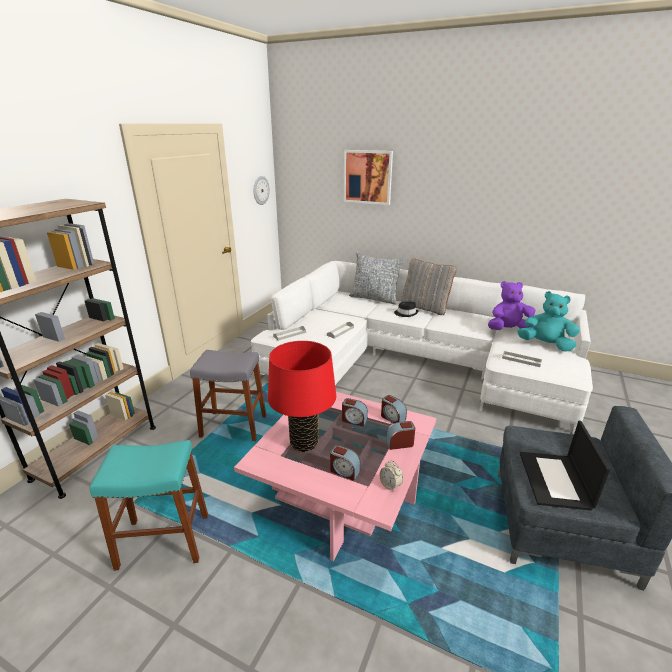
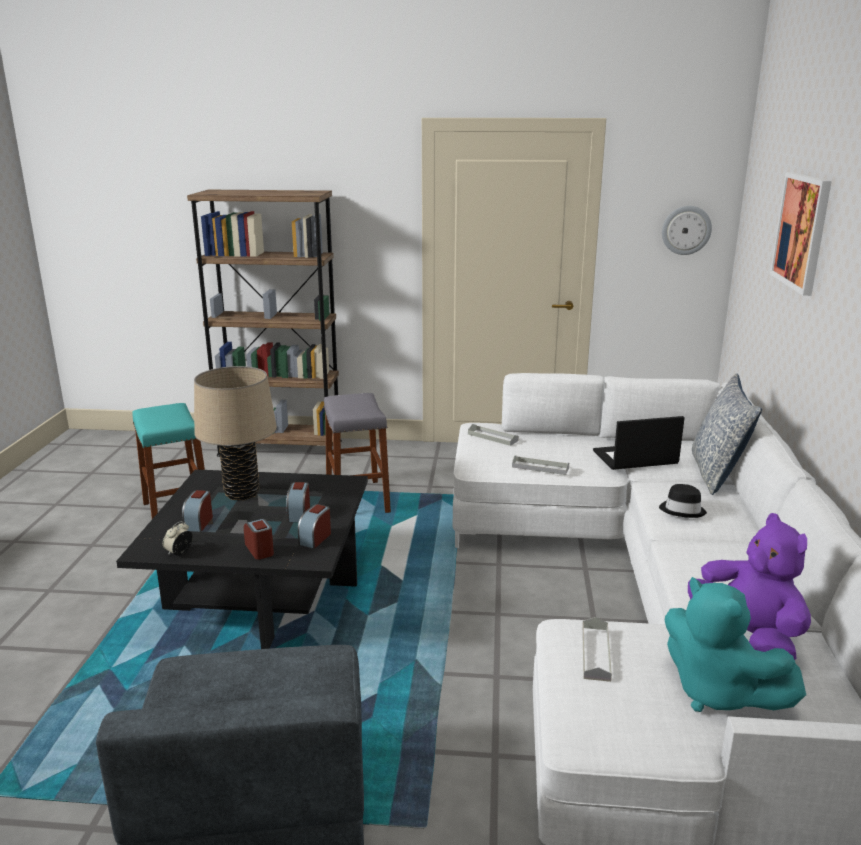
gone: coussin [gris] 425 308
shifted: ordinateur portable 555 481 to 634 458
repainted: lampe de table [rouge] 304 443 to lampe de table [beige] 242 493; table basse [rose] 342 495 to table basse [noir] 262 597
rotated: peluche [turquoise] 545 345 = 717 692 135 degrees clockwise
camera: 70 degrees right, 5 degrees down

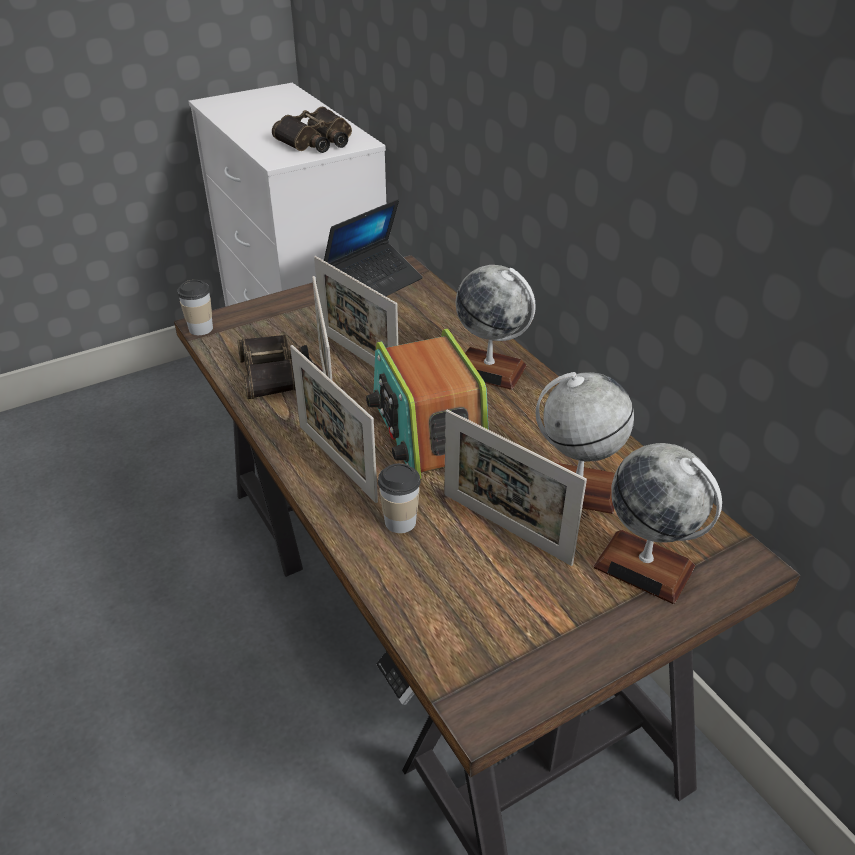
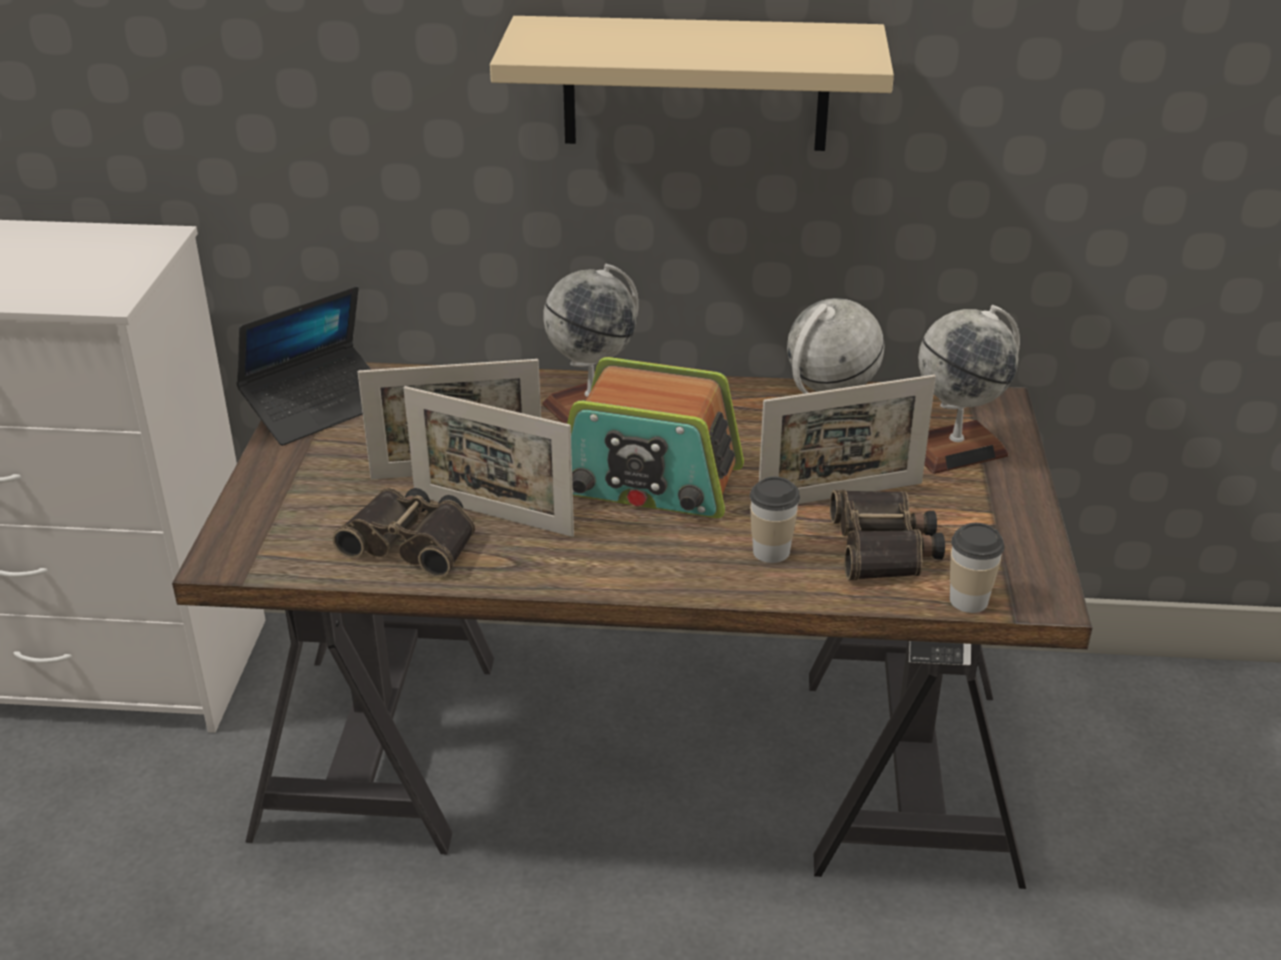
gone: cadre photo 337 462
new: étagère [beige] 695 84
shifted: jumelles 317 141 to 884 547; tasse 201 329 to 968 600
rotated: ordinateur portable 373 283 = 319 407 60 degrees clockwise
camera: 55 degrees left, 5 degrees down

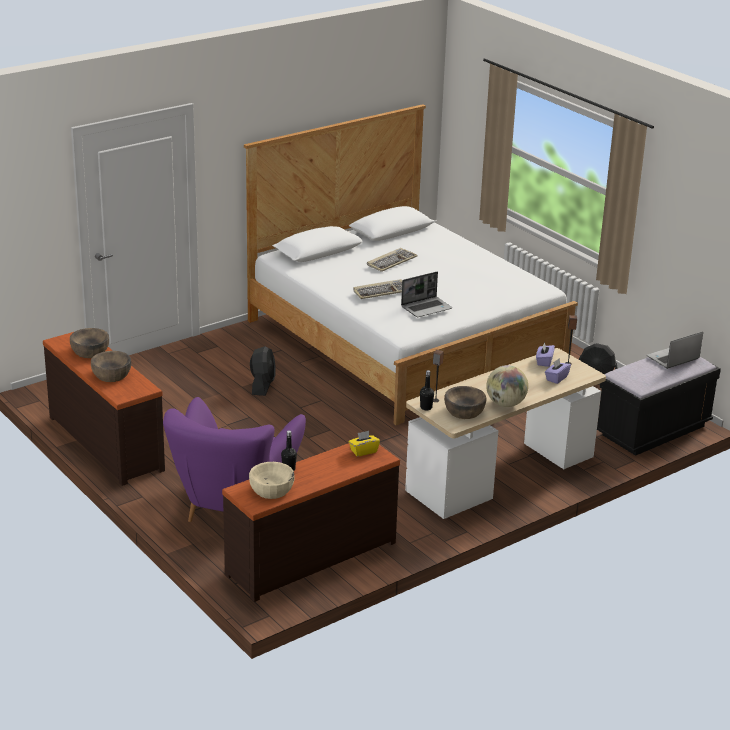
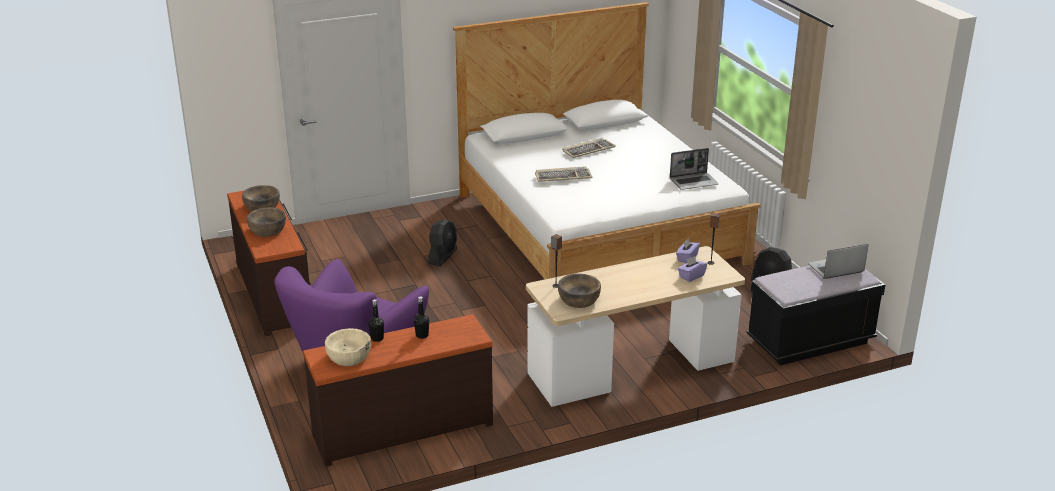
gone: globe 505 404; boîte à mouchoirs [jaune] 363 451
shifted: ordinateur portable 426 308 to 694 182; bouteille [noir] 426 407 to 422 335
camera: 15 degrees right, 0 degrees up

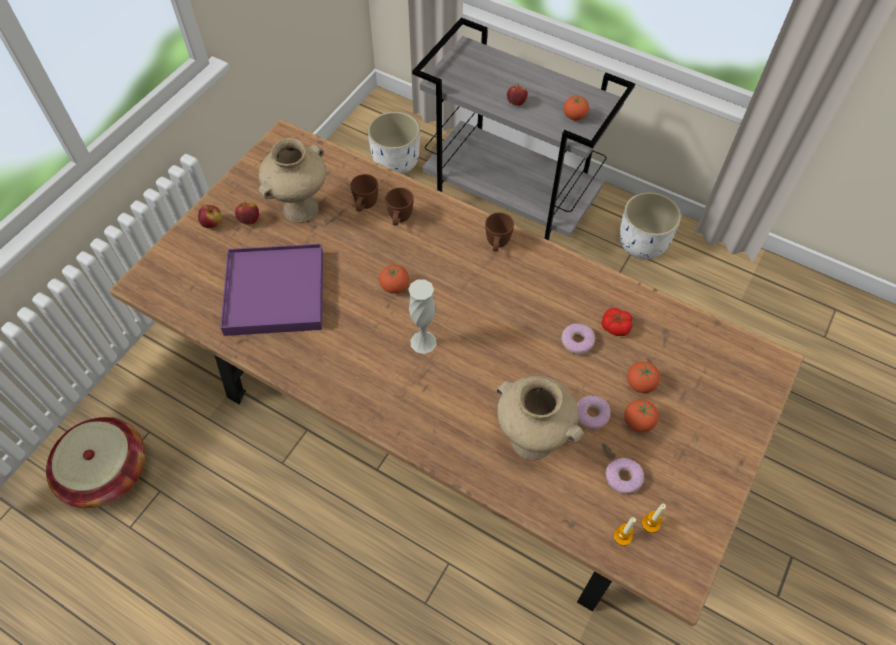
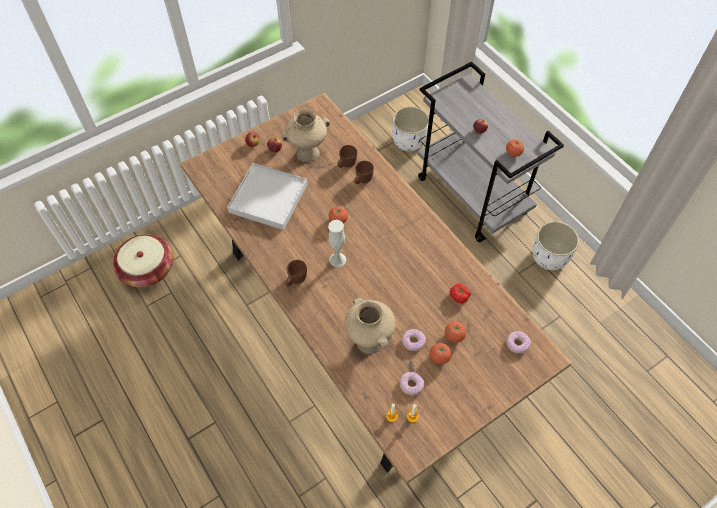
shifted: mug [marron] 497 245 to 295 281; beignet 577 341 to 517 344
repainted: plateau [violet] 274 292 to plateau [blanc] 268 198
camera: 25 degrees right, 0 degrees up

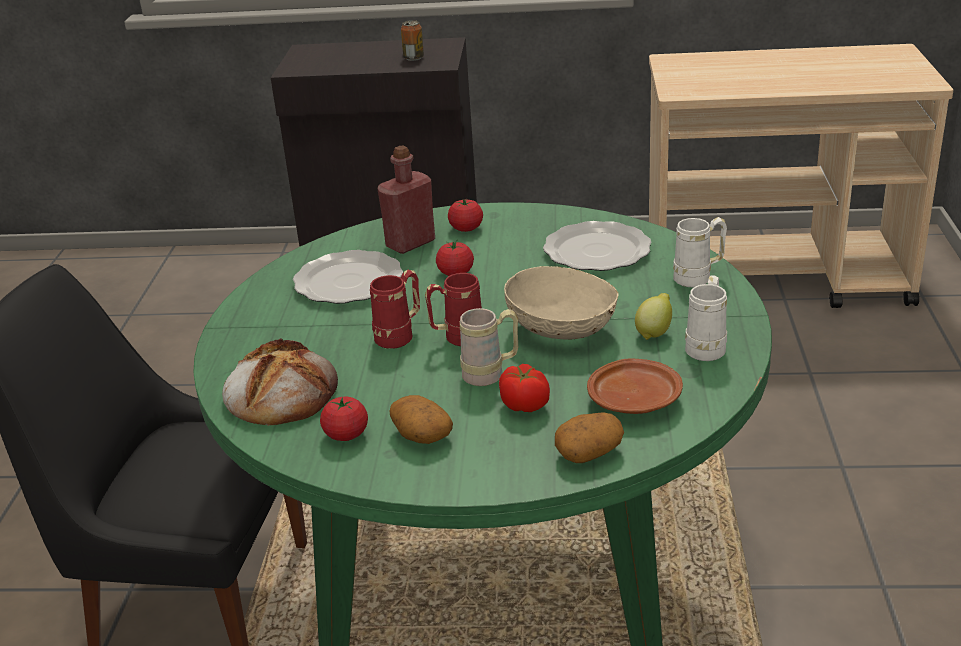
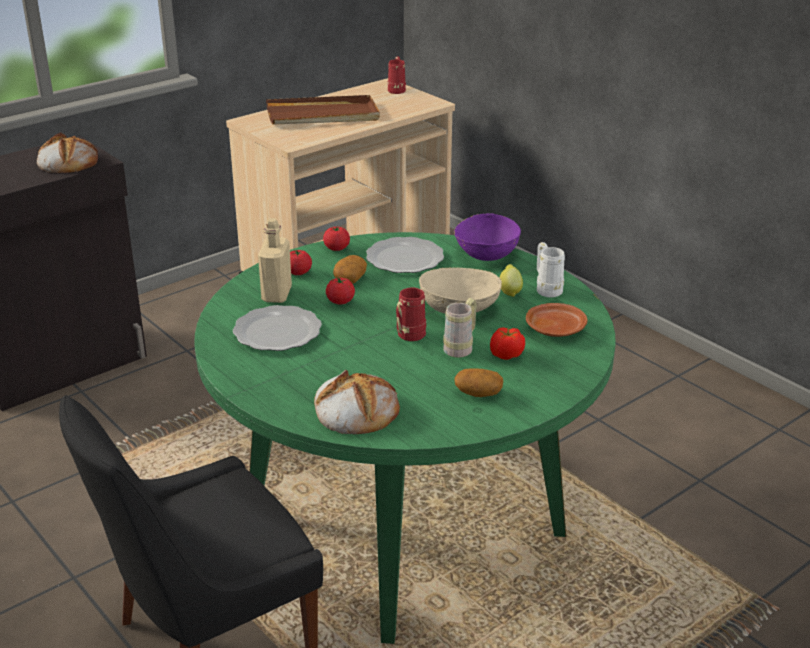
new: plateau [marron] 323 115
shifted: mug [rouge] 400 336 to 397 89; tomate 346 434 to 336 248; pomme de terre 589 452 to 350 279
swapped: boîte métallique 413 58 to pain 67 161; mug [blanc] 699 278 to bol [violet] 486 254
repainted: bouteille [rouge] 410 243 to bouteille [beige] 276 294
camera: 45 degrees left, 0 degrees up

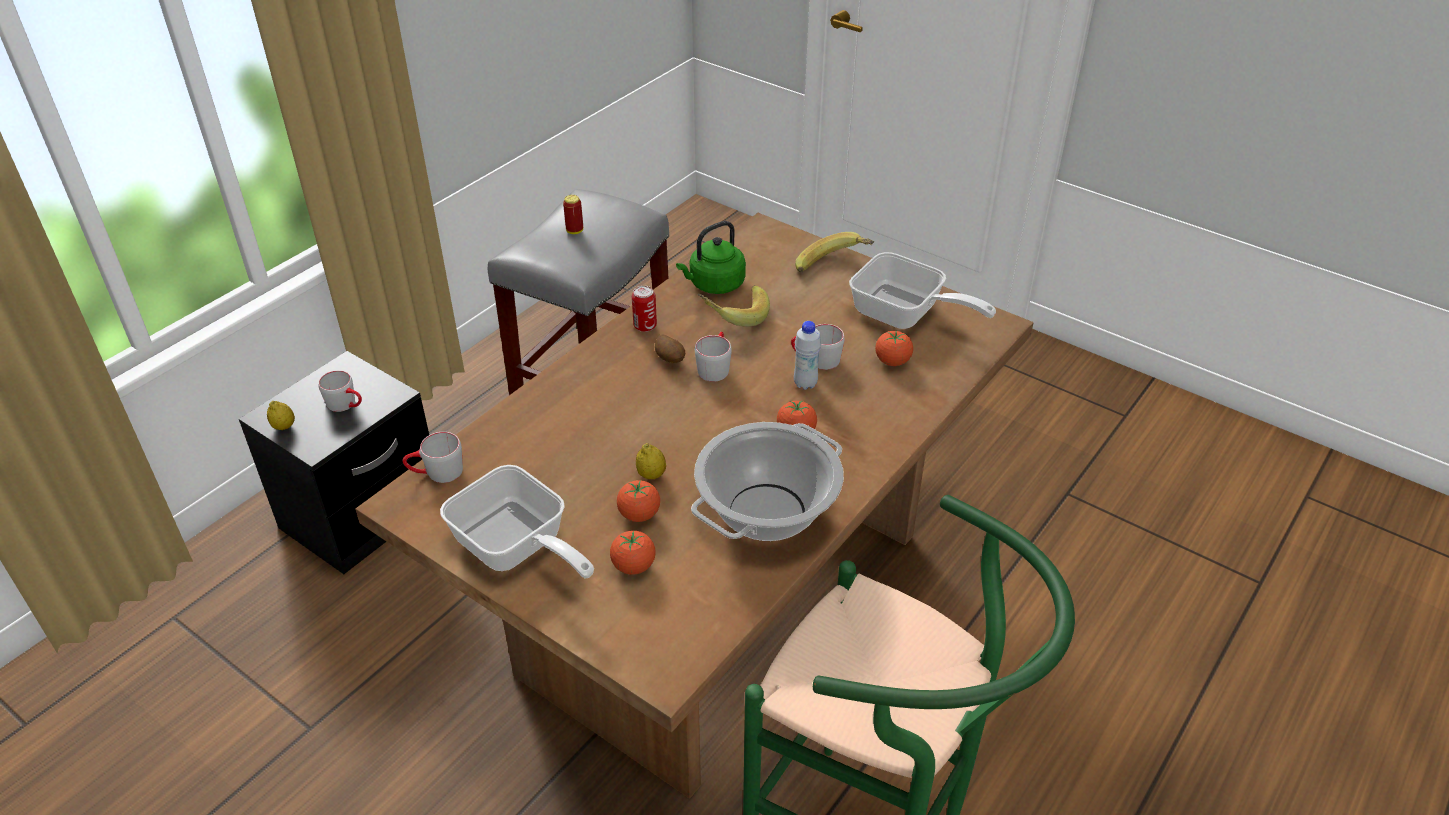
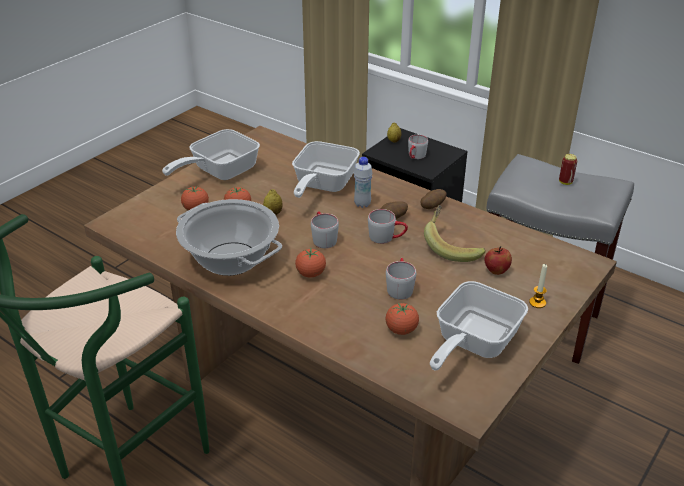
gone: bouilloire [vert] 714 285
new: poêle 322 185; pomme 496 271
shifted: bouteille [blanc] 805 384 to 362 204; mug [gris] 436 473 to 322 238
swapped: banane 834 268 to bougie 537 303; boîte métallique 645 326 to pomme de terre 432 206
camera: 90 degrees right, 5 degrees down

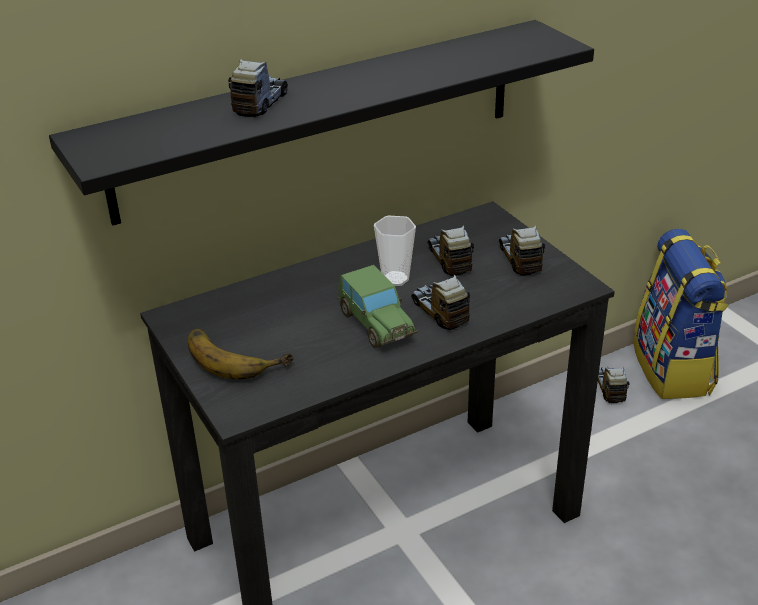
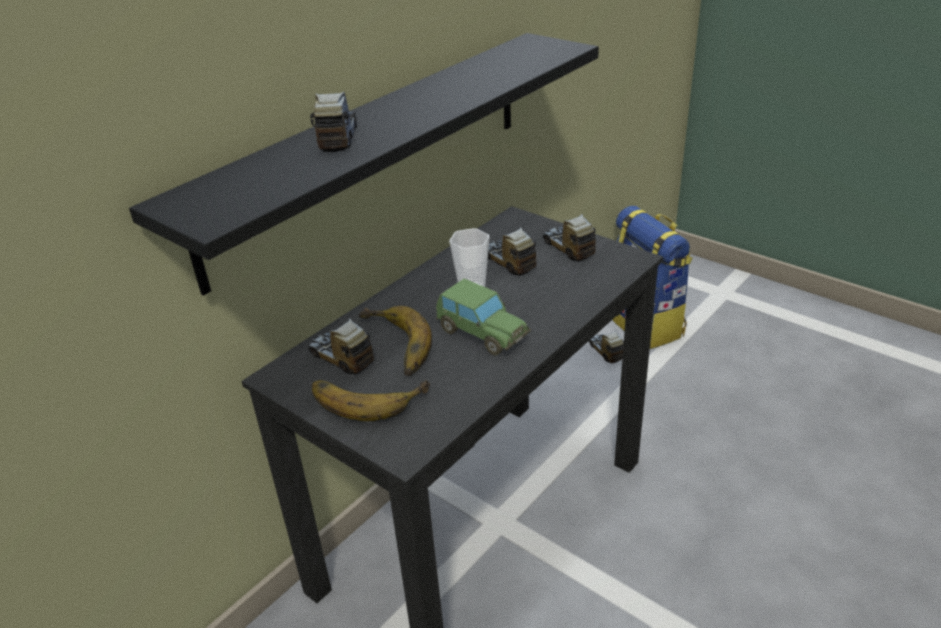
new: banane 392 346
shifted: camion jouet 439 312 to 341 359
camera: 20 degrees left, 0 degrees up

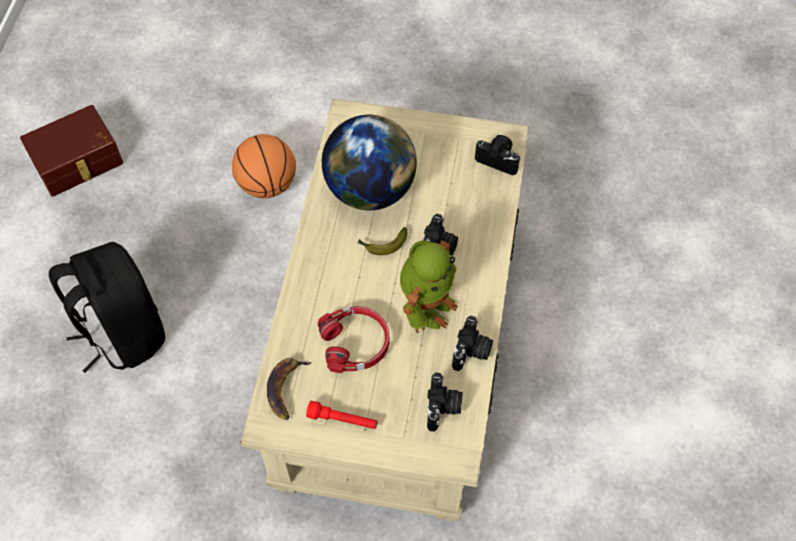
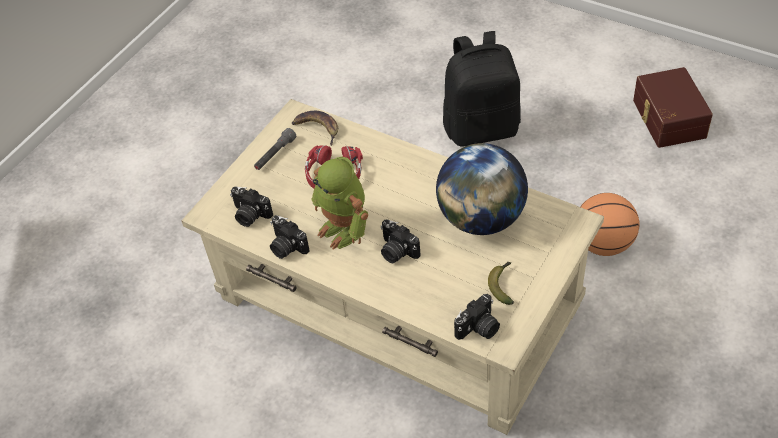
shifted: banane 383 245 to 502 285
repainted: lampe de poche [rouge] 342 420 to lampe de poche [gris] 275 154
camera: 115 degrees right, 10 degrees down

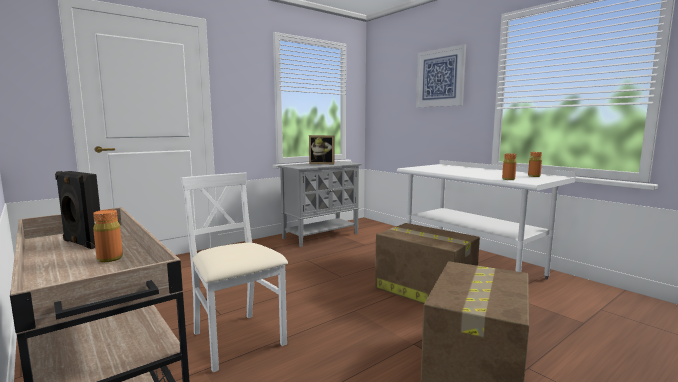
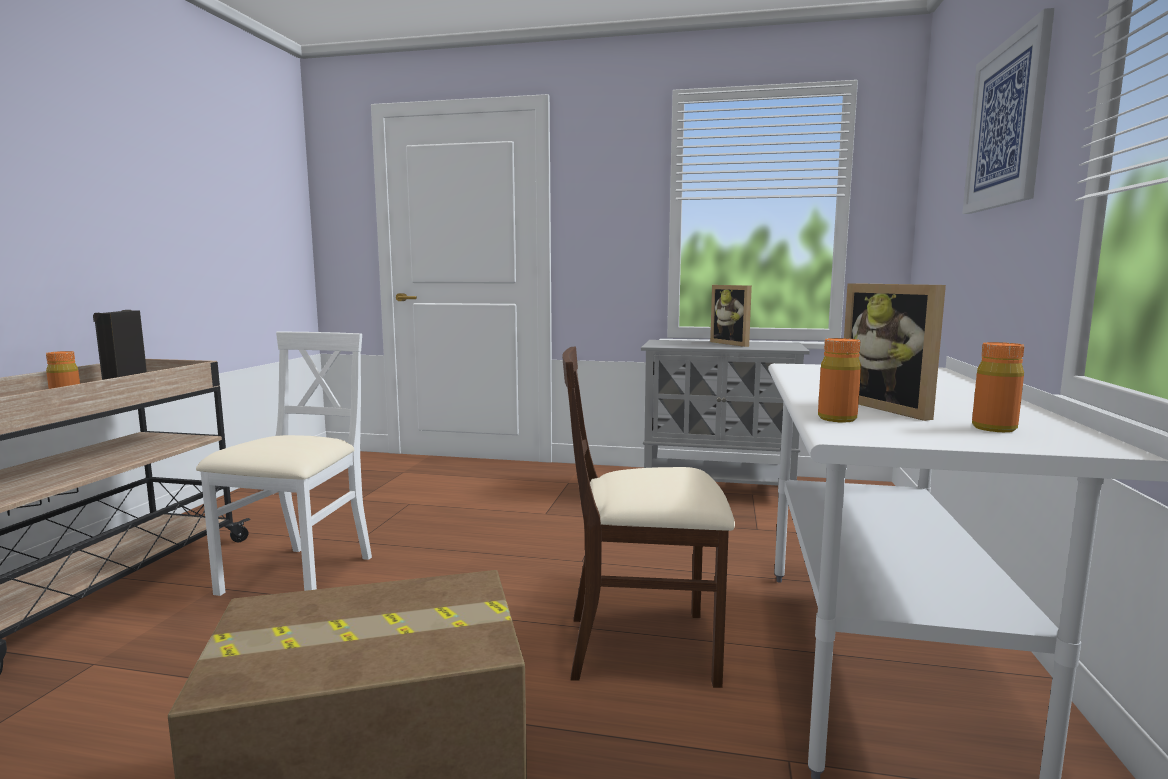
new: cadre photo 893 408
swapped: carton 423 290 to chaise [beige] 644 646
camera: 50 degrees right, 0 degrees up

